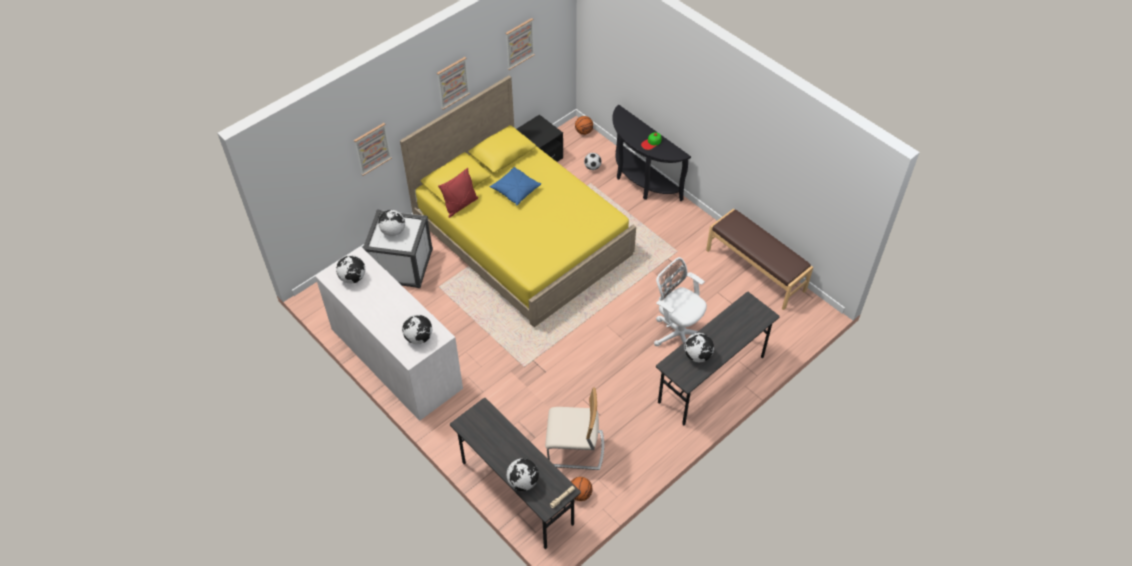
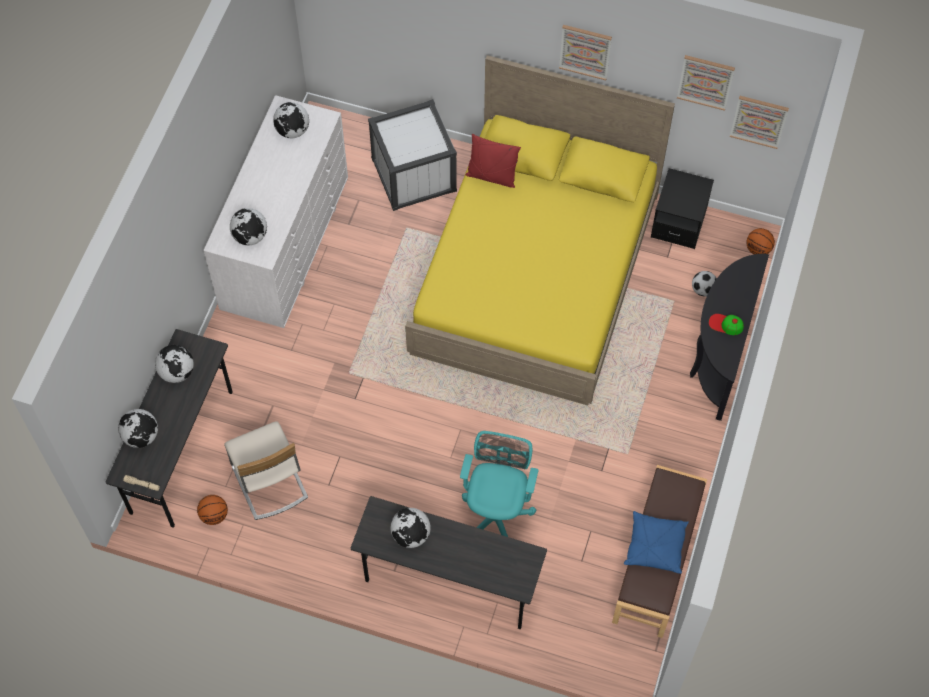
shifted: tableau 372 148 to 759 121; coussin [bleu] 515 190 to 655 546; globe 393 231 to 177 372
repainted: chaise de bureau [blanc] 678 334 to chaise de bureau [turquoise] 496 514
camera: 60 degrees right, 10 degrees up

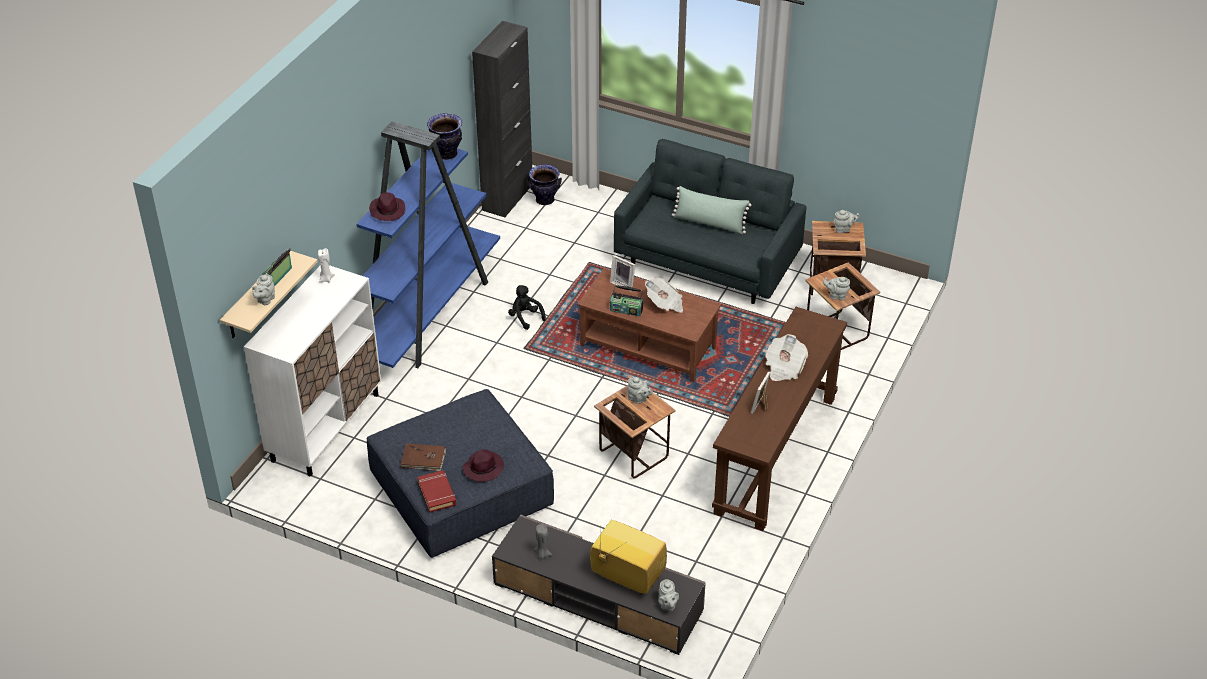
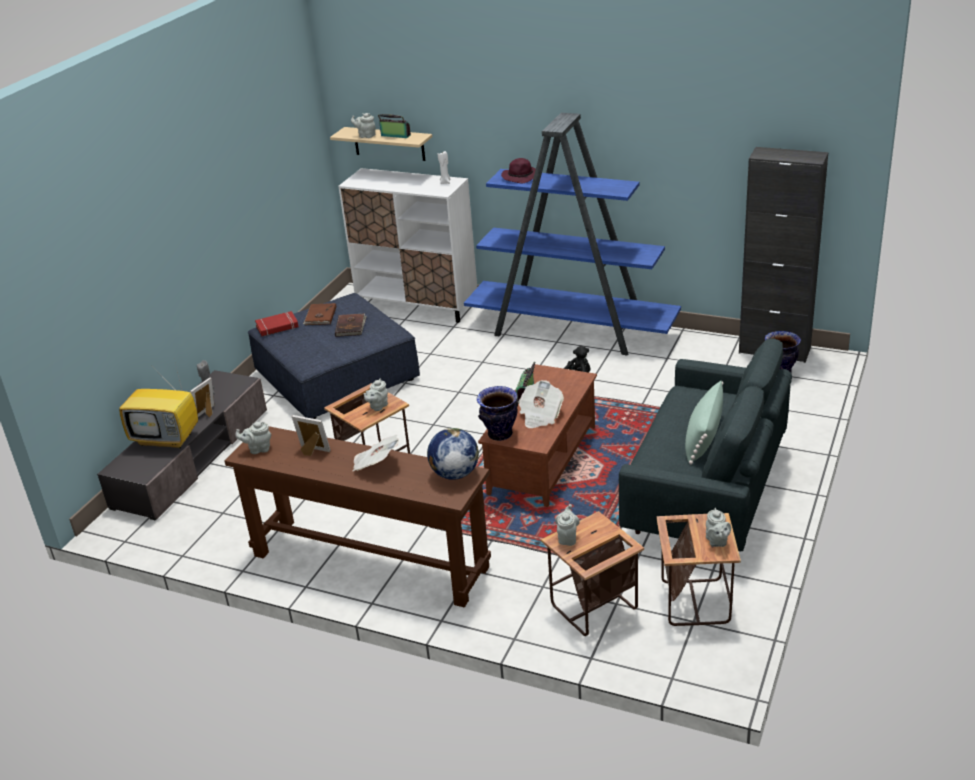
gone: chapeau [violet] 483 468
new: livre [marron] 351 326; globe 454 474
shifted: vase 446 154 to 499 434; cadre photo 623 284 to 207 413; théière [gris] 667 605 to 258 449
rotated: téléviseur 626 577 = 167 439 75 degrees clockwise
camera: 90 degrees right, 10 degrees down

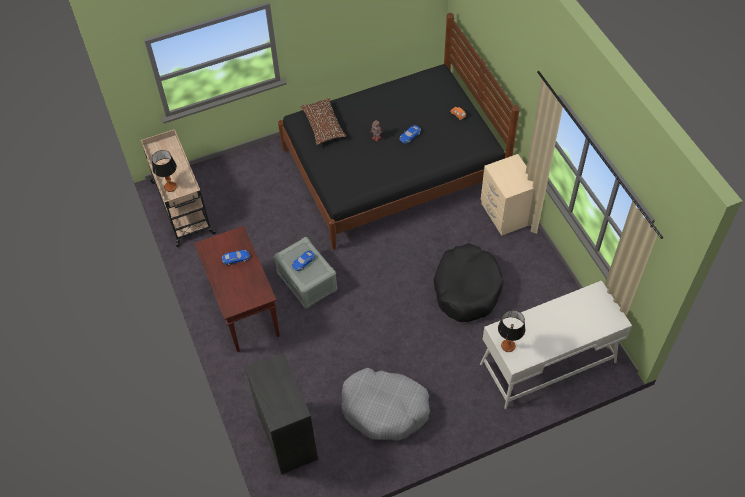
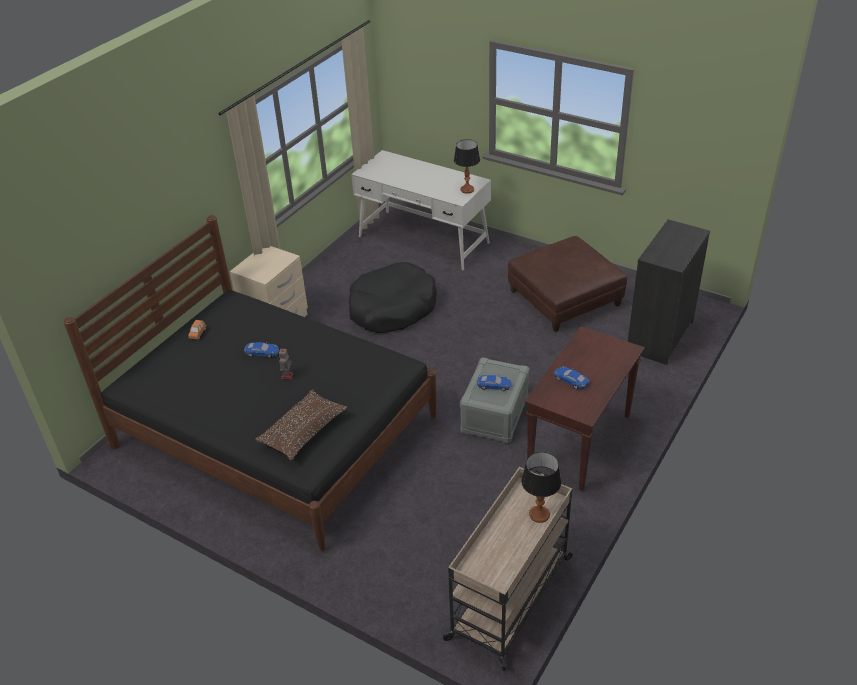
swapped: panier pour chien [gris] 384 409 to pouf [marron] 565 298
camera: 125 degrees left, 15 degrees down

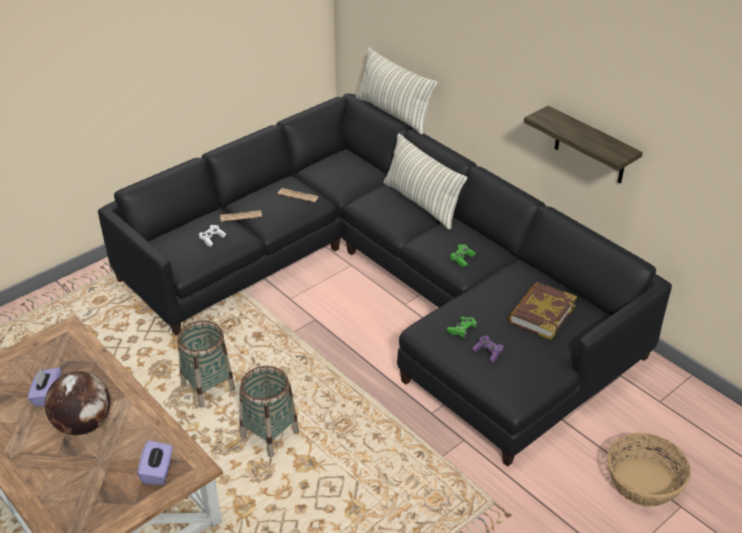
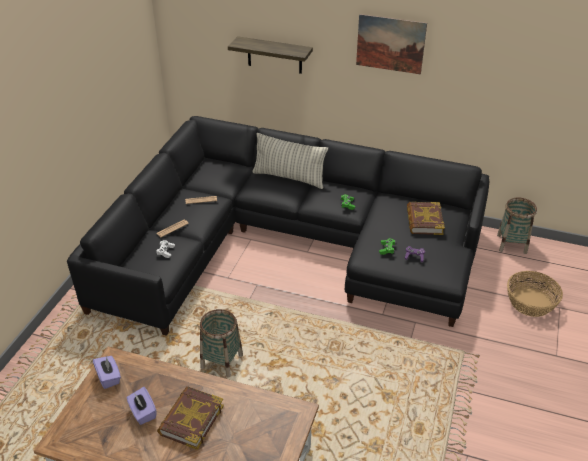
gone: coussin 393 113
new: tableau 390 44
shifted: étagère 590 146 to 274 55; panier 270 434 to 511 244; boîte à mouchoirs [violet] 158 471 to 109 377
swapped: globe 84 424 to livre 191 420
camera: 30 degrees left, 0 degrees up

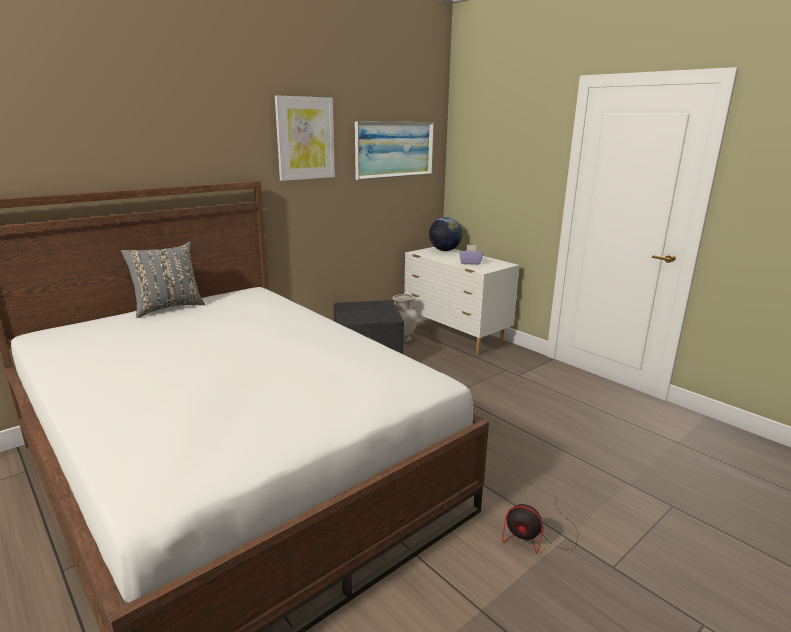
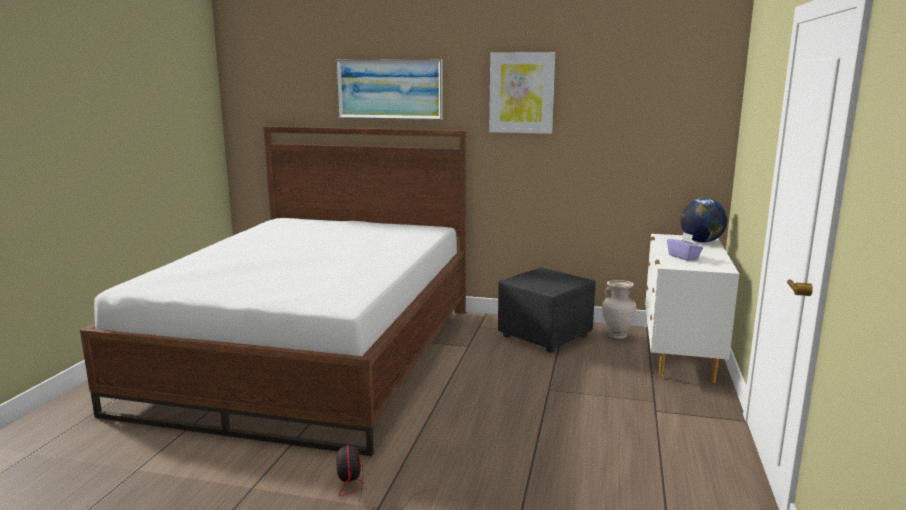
gone: coussin [gris] 168 308
shifted: tableau 394 149 to 389 89
camera: 55 degrees right, 5 degrees down

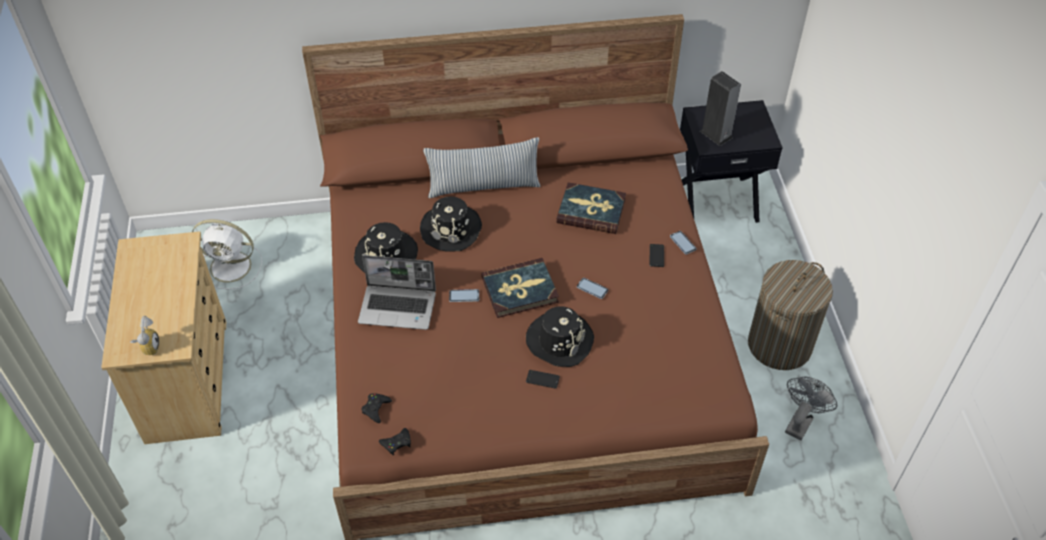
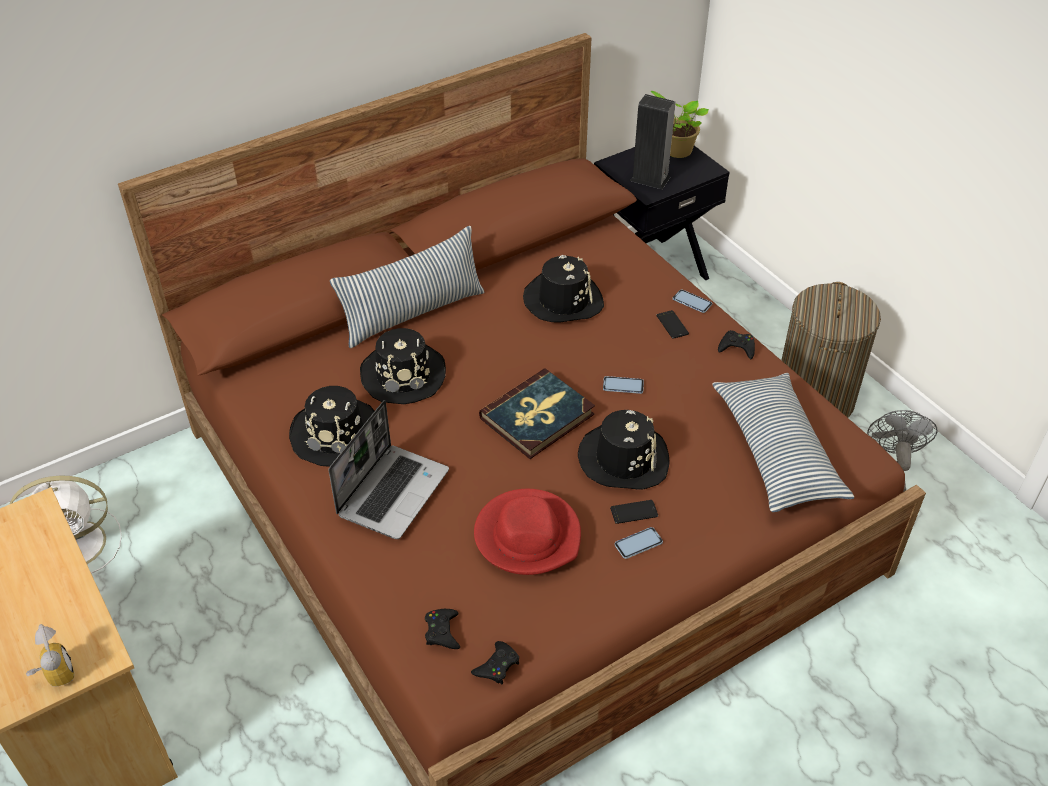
new: plante en pot 675 150; manette [noir] 737 347; coussin 776 452; chapeau [rouge] 528 535
shifted: téléphone 464 296 to 638 544
swapped: livre 591 210 to chapeau [noir] 563 300
rotated: ordinateur portable 398 307 = 393 491 45 degrees counterclockwise
camera: 25 degrees left, 5 degrees down

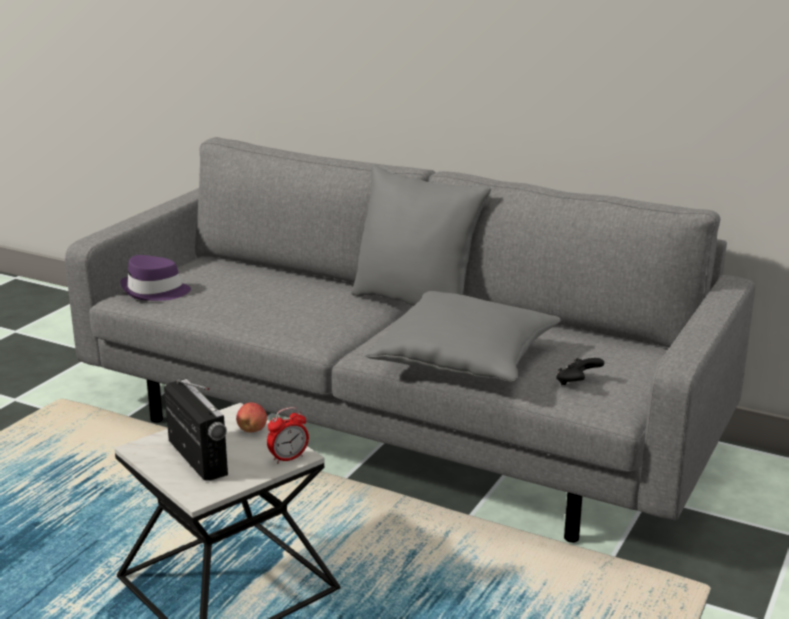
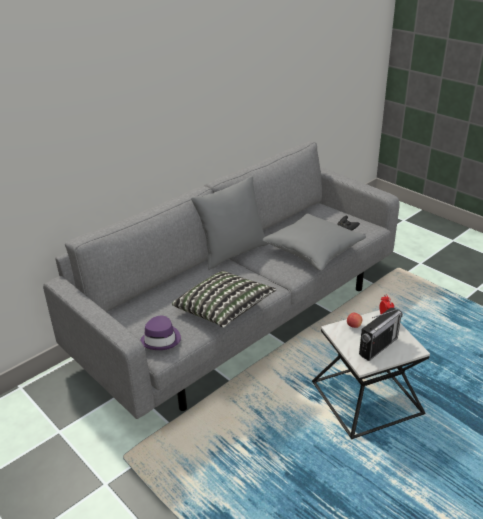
new: coussin 224 310
rotated: radio 197 458 = 378 346 150 degrees clockwise
camera: 70 degrees left, 10 degrees up

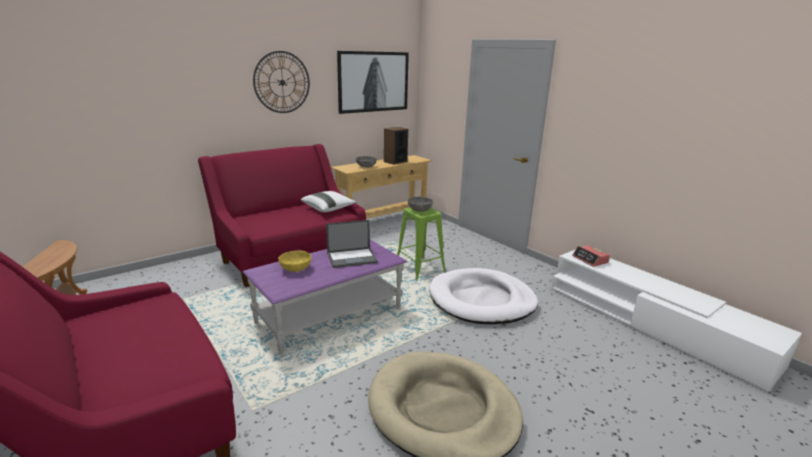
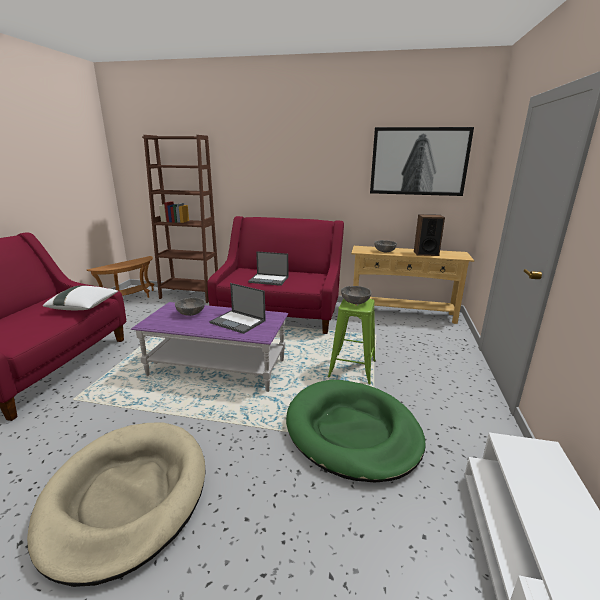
gone: horloge murale 282 82; réveil 590 260
new: bibliothèque [marron] 190 295; ordinateur portable 269 280
shifted: coussin [blanc] 328 209 to 84 307
repainted: bol [jaune] 295 269 to bol [gris] 190 313; panier pour chien [blanc] 482 300 to panier pour chien [vert] 352 431
camera: 50 degrees right, 0 degrees up

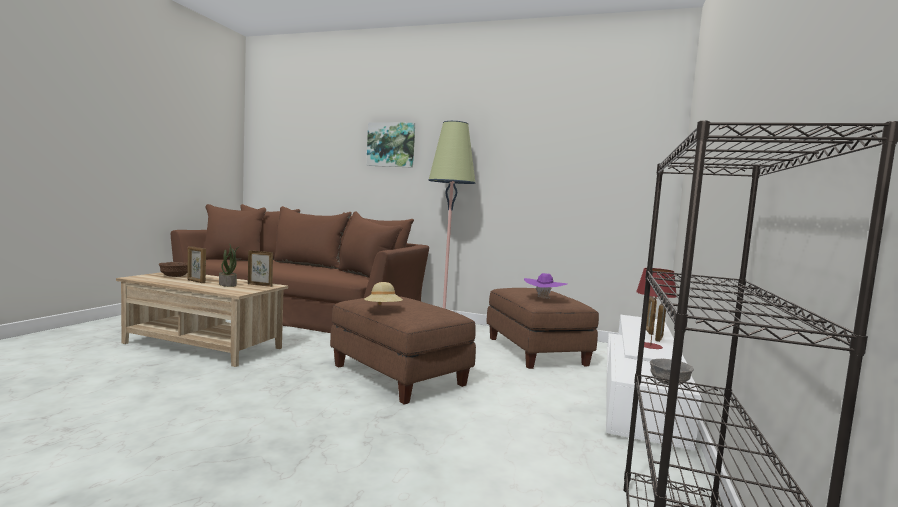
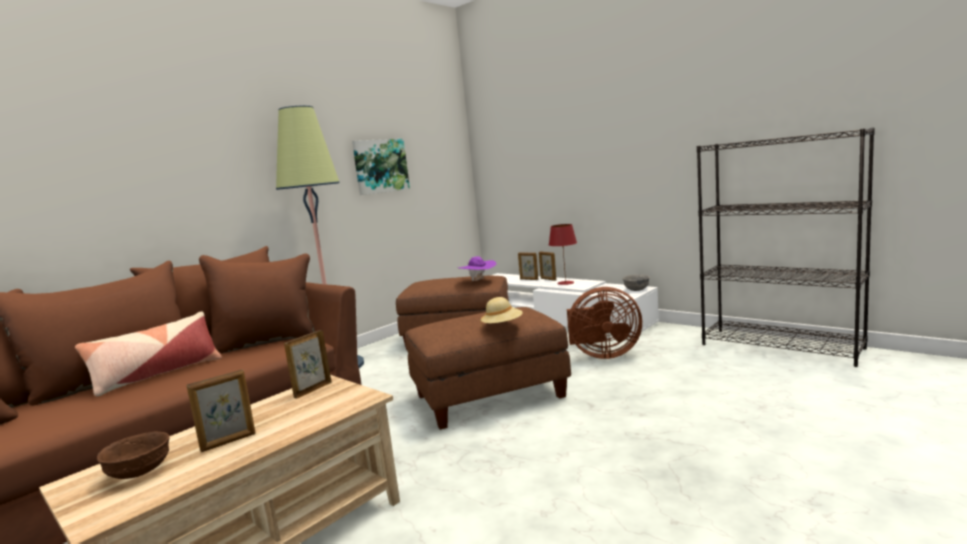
gone: plante en pot 228 284
new: ventilateur [marron] 602 354; coussin 158 374
shifted: tableau 391 145 to 380 166
camera: 65 degrees left, 5 degrees up

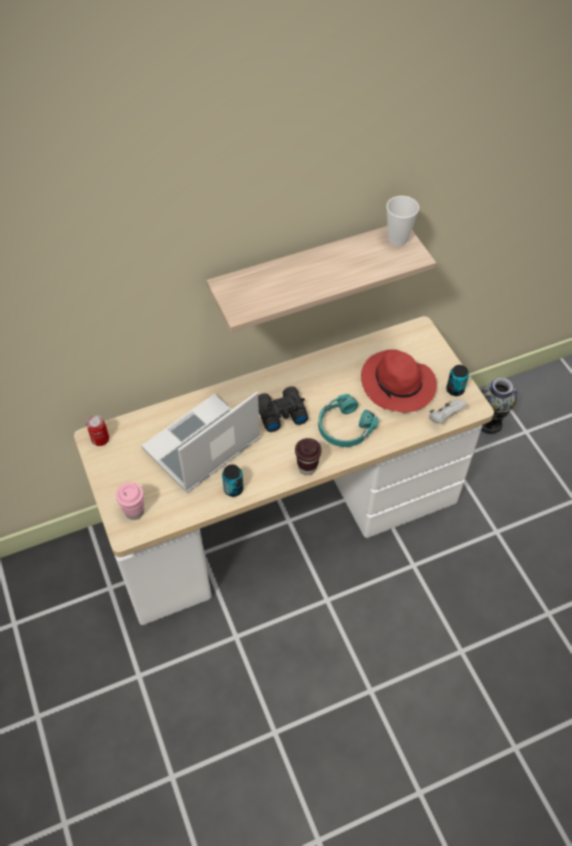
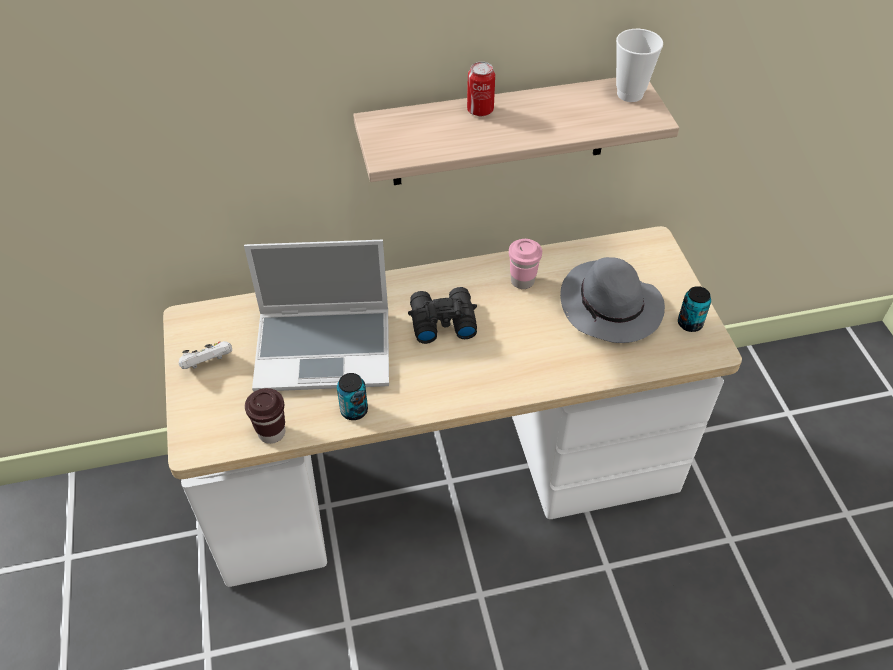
gone: vase 489 424; casque audio [turquoise] 344 427
shifted: manette [blanc] 444 417 to 208 364; boîte métallique 100 439 to 480 110; tasse [marron] 307 467 to 272 433; tasse [rose] 134 512 to 522 281
repainted: chapeau [rouge] 398 385 to chapeau [gris] 611 307
rotated: ordinateur portable 202 446 = 325 349 150 degrees counterclockwise
camera: 10 degrees right, 5 degrees down

